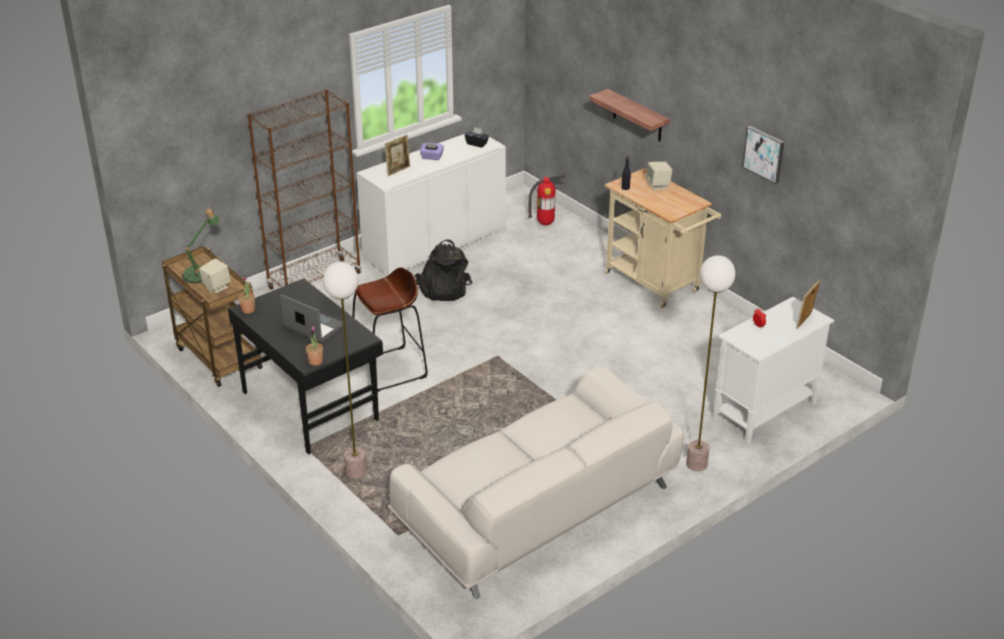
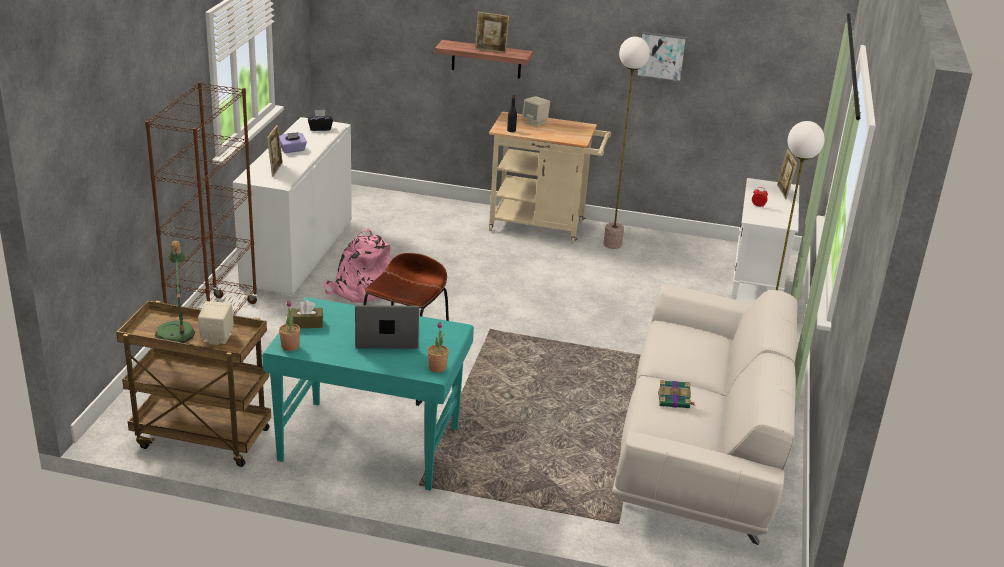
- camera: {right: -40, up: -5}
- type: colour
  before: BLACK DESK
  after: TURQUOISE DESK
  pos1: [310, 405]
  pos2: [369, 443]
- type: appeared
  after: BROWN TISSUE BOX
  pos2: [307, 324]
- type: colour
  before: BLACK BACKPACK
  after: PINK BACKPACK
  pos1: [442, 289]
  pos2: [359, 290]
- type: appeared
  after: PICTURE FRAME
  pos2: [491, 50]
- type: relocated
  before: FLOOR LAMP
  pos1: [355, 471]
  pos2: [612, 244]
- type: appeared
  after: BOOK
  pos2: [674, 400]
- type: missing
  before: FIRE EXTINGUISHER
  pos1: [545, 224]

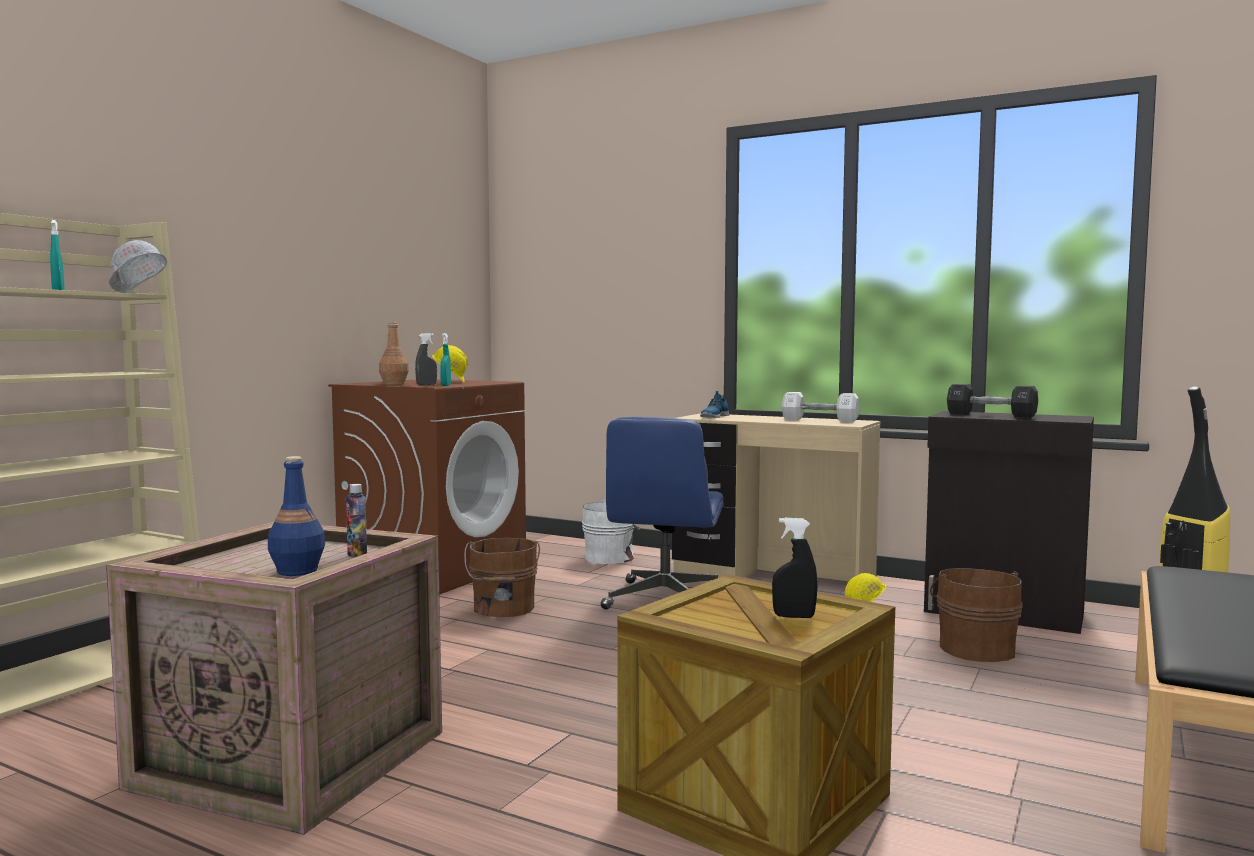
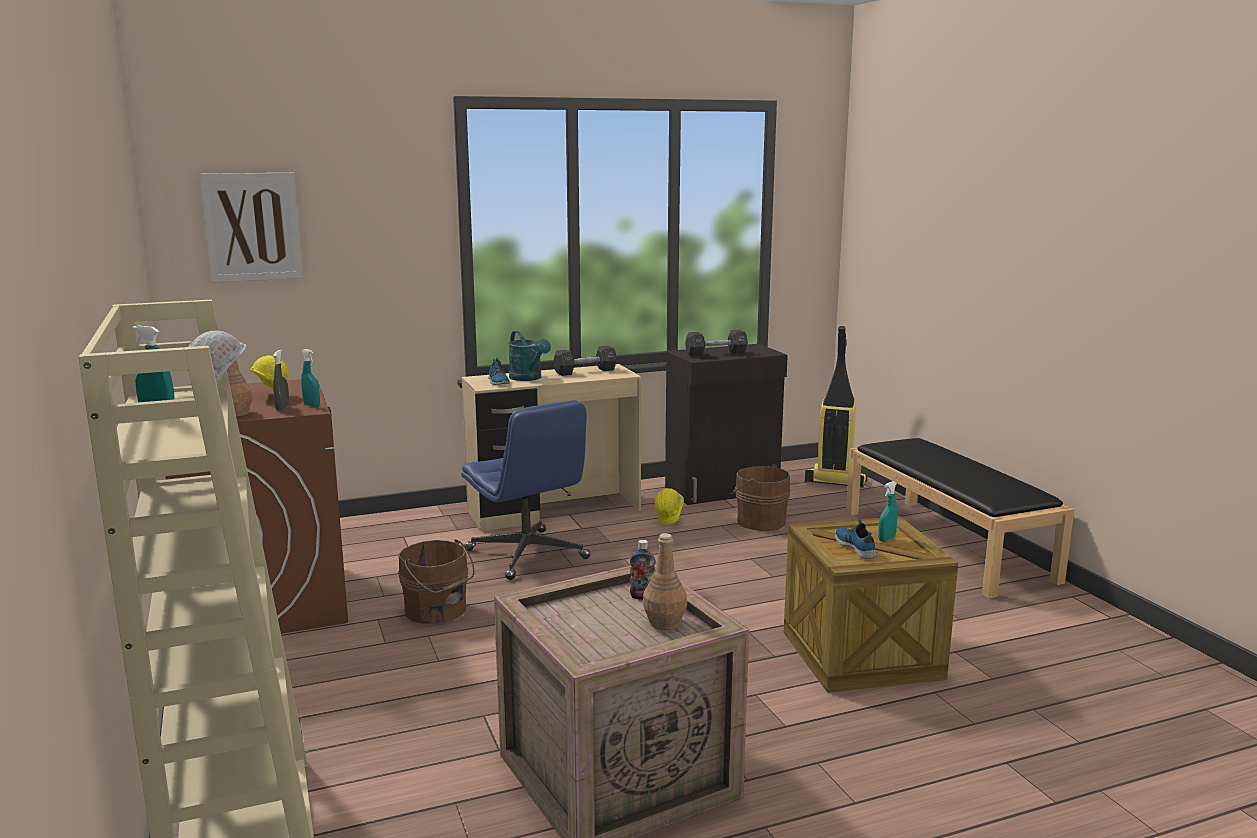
- camera: {right: -50, up: 10}
- type: appeared
  after: PICTURE
  pos2: [253, 227]
- type: appeared
  after: TURQUOISE WATERING CAN
  pos2: [528, 378]
- type: colour
  before: WHITE DUMBBELL
  after: BLACK DUMBBELL
  pos1: [819, 420]
  pos2: [585, 371]
- type: colour
  before: BLUE BOTTLE
  after: BROWN BOTTLE
  pos1: [297, 571]
  pos2: [665, 623]
- type: appeared
  after: SHOE
  pos2: [856, 547]
- type: colour
  before: BLACK SPRAY BOTTLE
  after: TURQUOISE SPRAY BOTTLE
  pos1: [794, 616]
  pos2: [886, 539]
- type: missing
  before: WHITE BUCKET
  pos1: [612, 557]

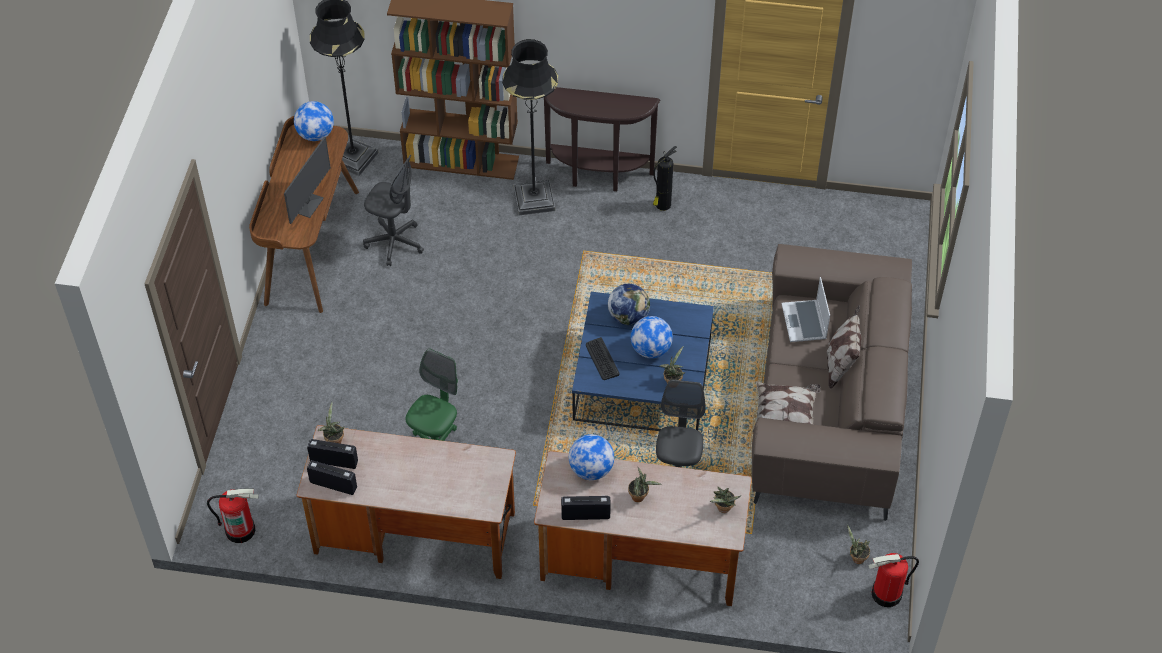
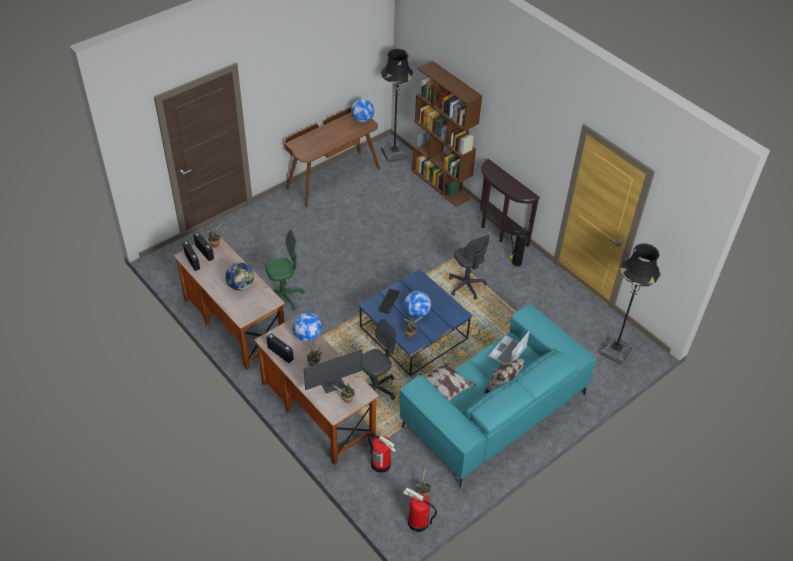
- camera: {right: 40, up: -5}
- type: relocated
  before: GLOBE
  pos1: [628, 317]
  pos2: [241, 285]
- type: relocated
  before: MONITOR
  pos1: [307, 204]
  pos2: [332, 384]
- type: relocated
  before: FIRE EXTINGUISHER
  pos1: [240, 530]
  pos2: [381, 464]
- type: colour
  before: BROWN SOFA
  after: TURQUOISE SOFA
  pos1: [827, 404]
  pos2: [494, 409]
- type: relocated
  before: GREY OFFICE CHAIR
  pos1: [395, 243]
  pos2: [466, 286]
- type: relocated
  before: BLACK FLOOR LAMP
  pos1: [534, 199]
  pos2: [615, 351]

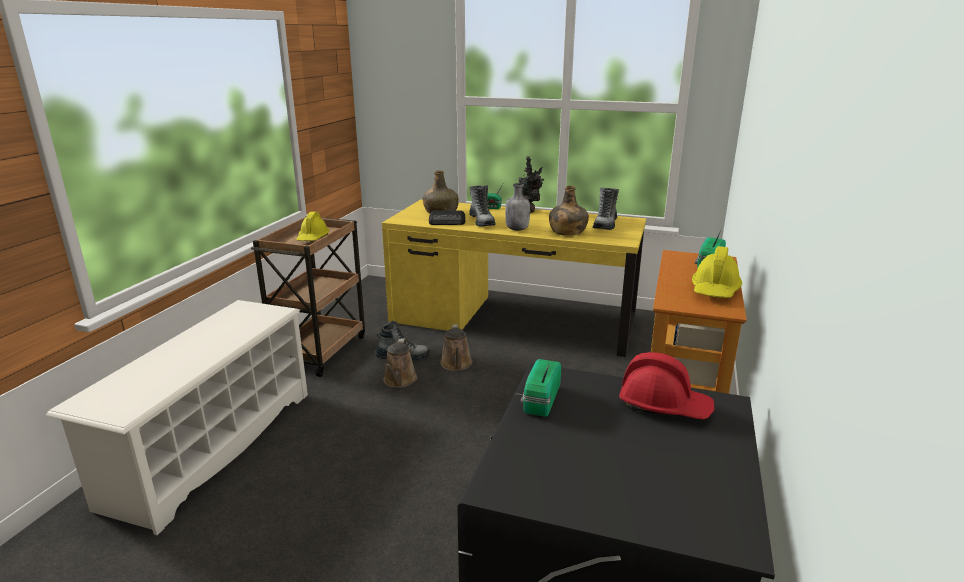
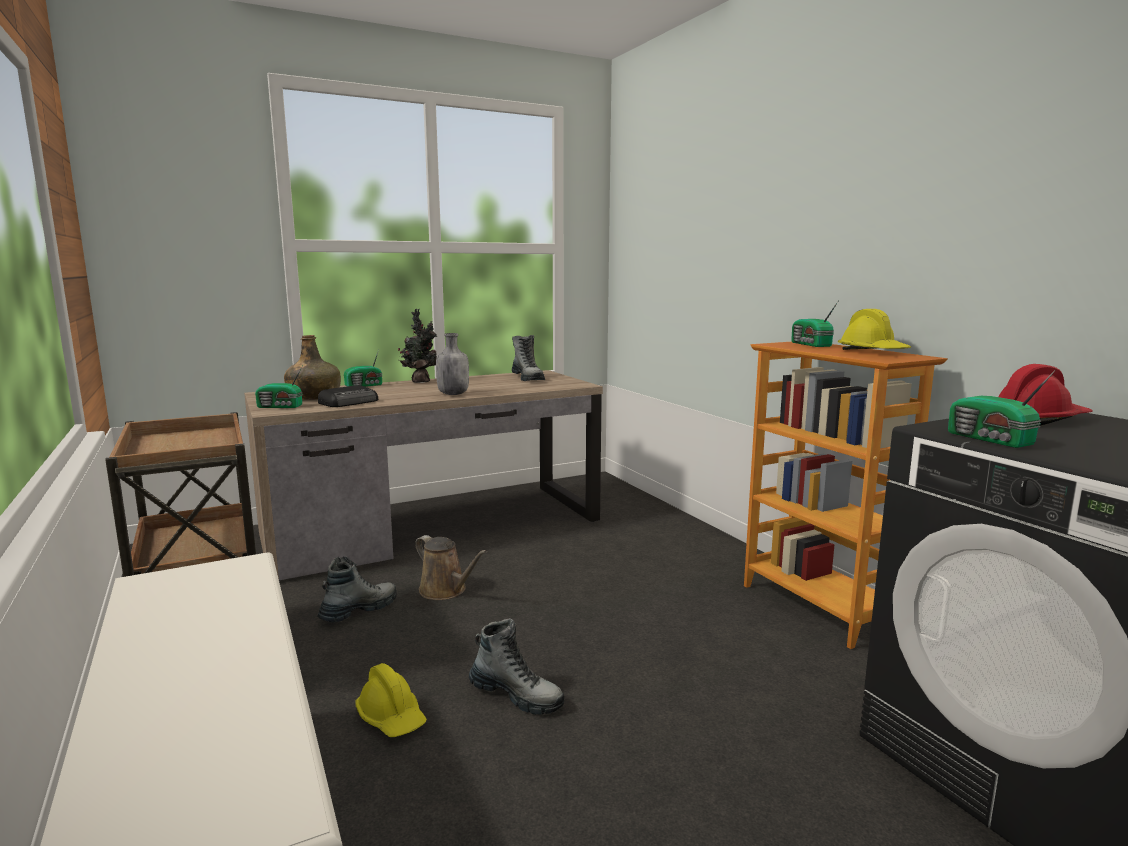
- camera: {right: -45, up: -10}
- type: colour
  before: YELLOW DESK
  after: BROWN DESK
  pos1: [513, 320]
  pos2: [434, 528]
- type: appeared
  after: RADIO
  pos2: [280, 406]
- type: relocated
  before: YELLOW HARD HAT
  pos1: [313, 238]
  pos2: [392, 717]
- type: relocated
  before: BOOT
  pos1: [482, 221]
  pos2: [516, 695]
- type: missing
  before: BROWN WATERING CAN
  pos1: [399, 381]
- type: missing
  before: GREEN BOTTLE
  pos1: [567, 232]

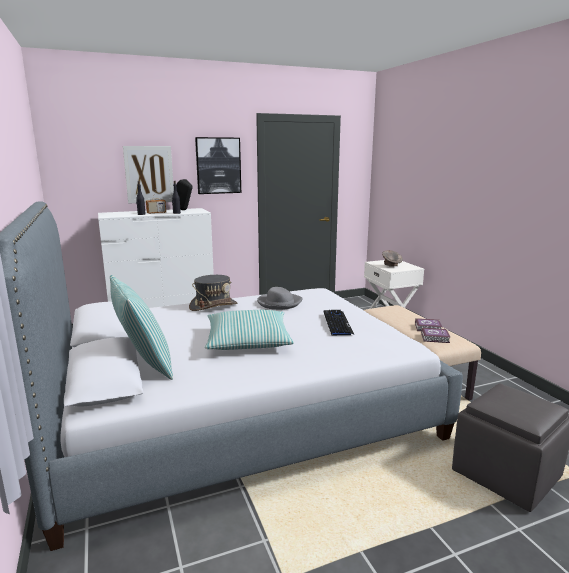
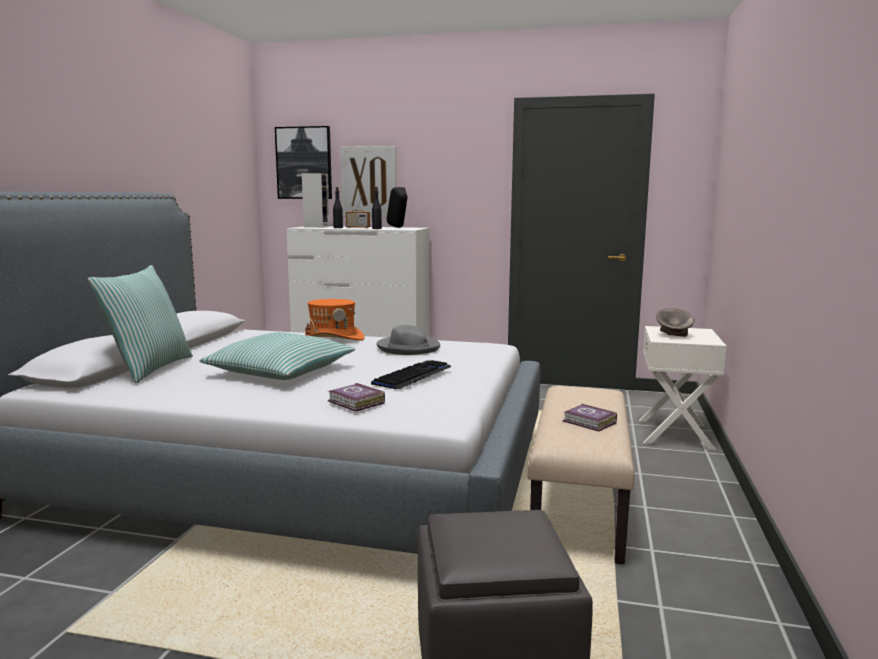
- camera: {right: 35, up: -5}
- type: relocated
  before: PICTURE
  pos1: [218, 165]
  pos2: [304, 163]
- type: appeared
  after: SPEAKER
  pos2: [316, 227]
- type: colour
  before: GREY HAT
  after: ORANGE HAT
  pos1: [213, 306]
  pos2: [332, 338]
- type: relocated
  before: BOOK
  pos1: [436, 338]
  pos2: [356, 402]

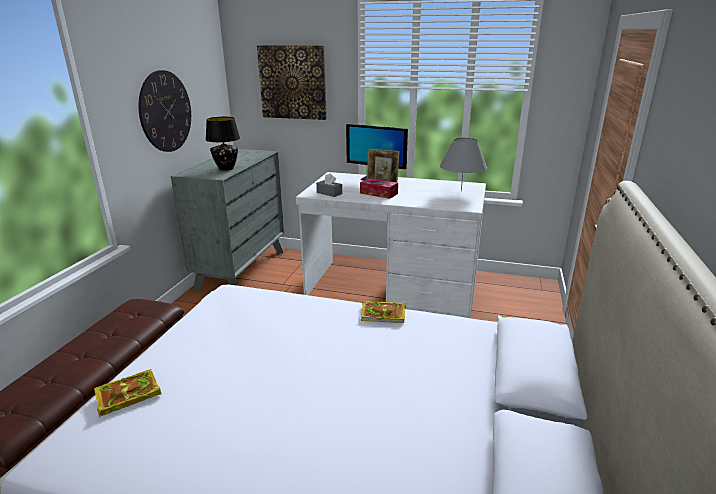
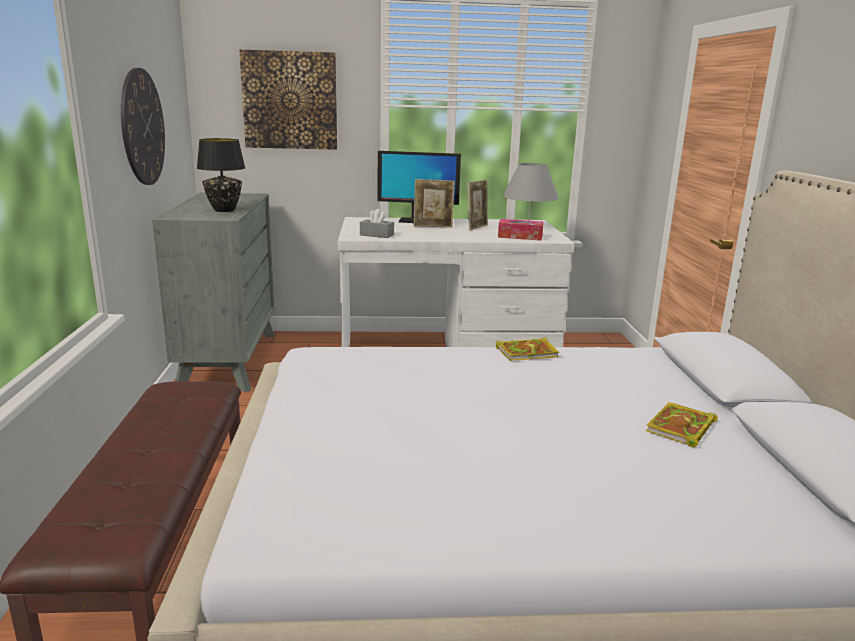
- camera: {right: -20, up: -5}
- type: appeared
  after: PICTURE FRAME
  pos2: [477, 227]
- type: relocated
  before: TISSUE BOX
  pos1: [378, 193]
  pos2: [520, 236]
- type: relocated
  before: BOOK
  pos1: [126, 396]
  pos2: [681, 429]

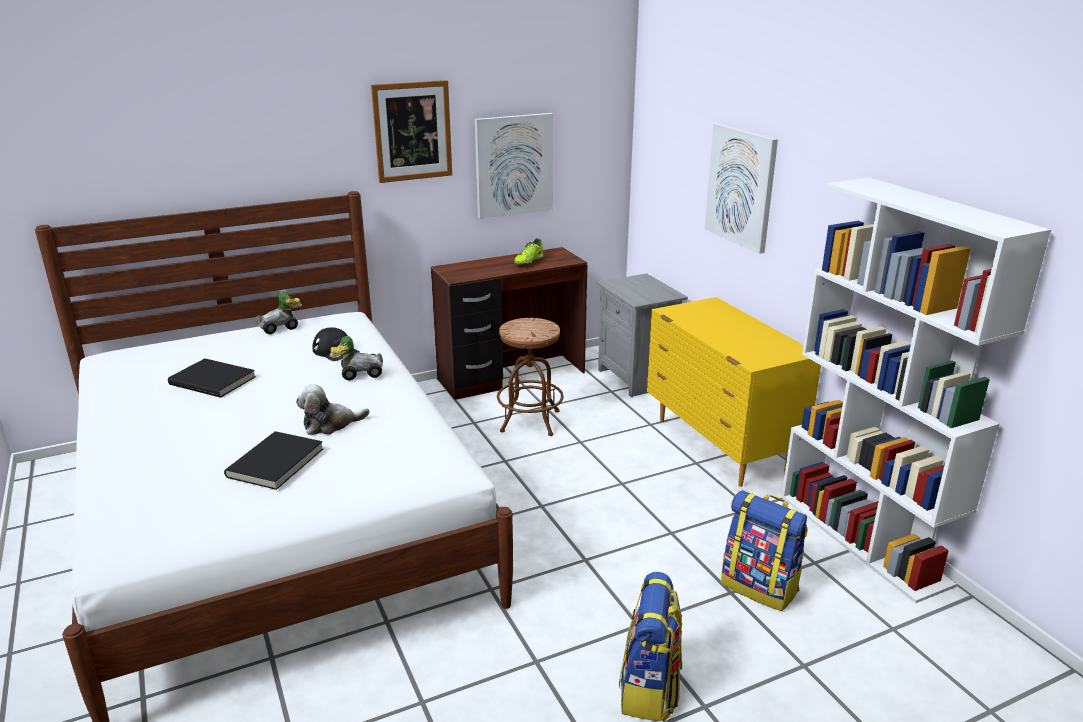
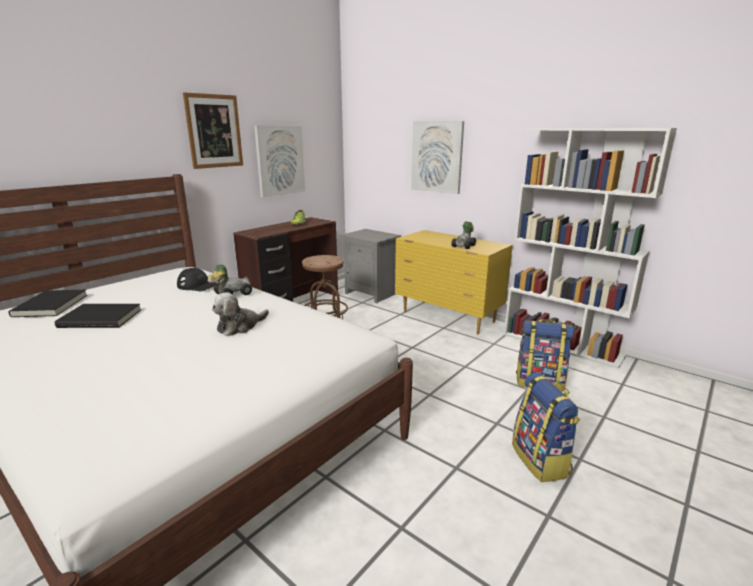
- camera: {right: -25, up: -5}
- type: relocated
  before: BLACK BOOK
  pos1: [277, 463]
  pos2: [52, 305]
- type: relocated
  before: TOY CAR
  pos1: [280, 327]
  pos2: [464, 246]

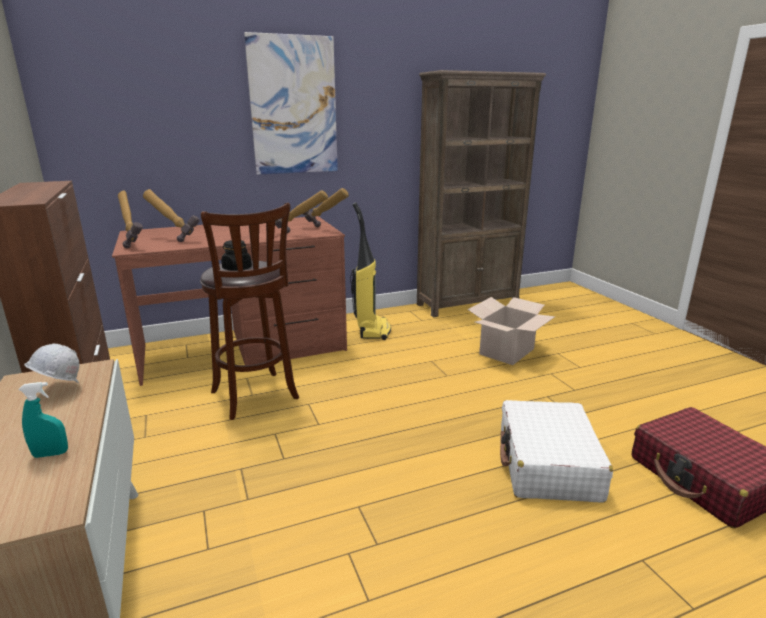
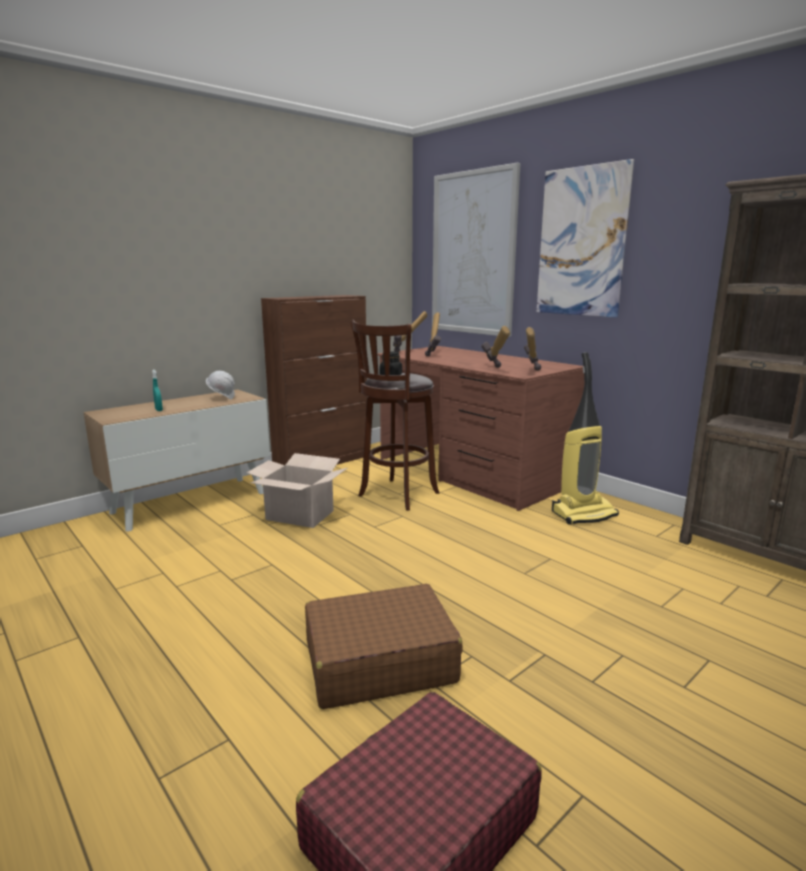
- camera: {right: 70, up: -5}
- type: relocated
  before: CARDBOARD BOX
  pos1: [506, 351]
  pos2: [300, 515]
- type: colour
  before: WHITE SUITCASE
  after: BROWN SUITCASE
  pos1: [547, 464]
  pos2: [379, 661]
- type: appeared
  after: PICTURE
  pos2: [473, 254]

